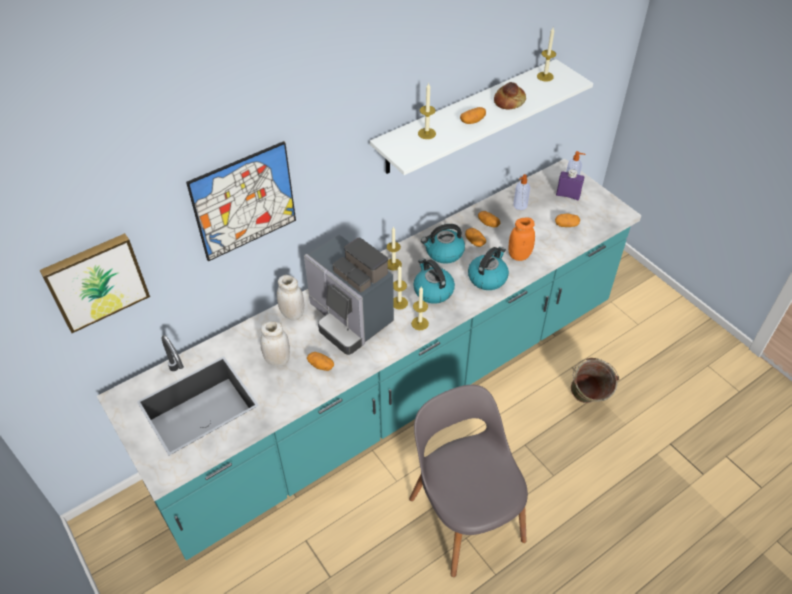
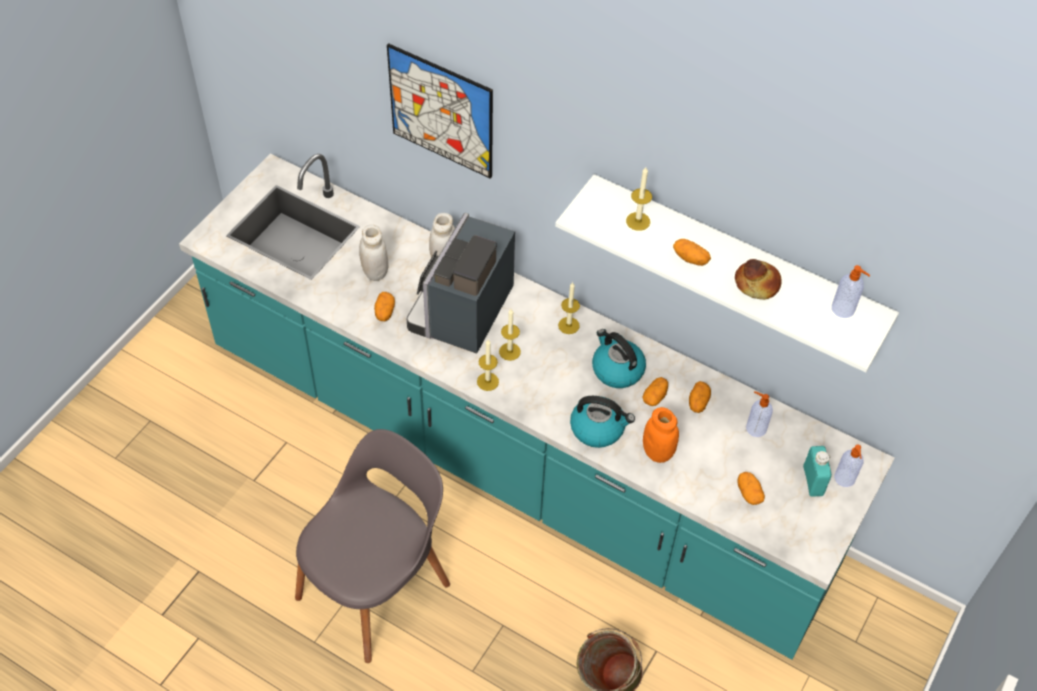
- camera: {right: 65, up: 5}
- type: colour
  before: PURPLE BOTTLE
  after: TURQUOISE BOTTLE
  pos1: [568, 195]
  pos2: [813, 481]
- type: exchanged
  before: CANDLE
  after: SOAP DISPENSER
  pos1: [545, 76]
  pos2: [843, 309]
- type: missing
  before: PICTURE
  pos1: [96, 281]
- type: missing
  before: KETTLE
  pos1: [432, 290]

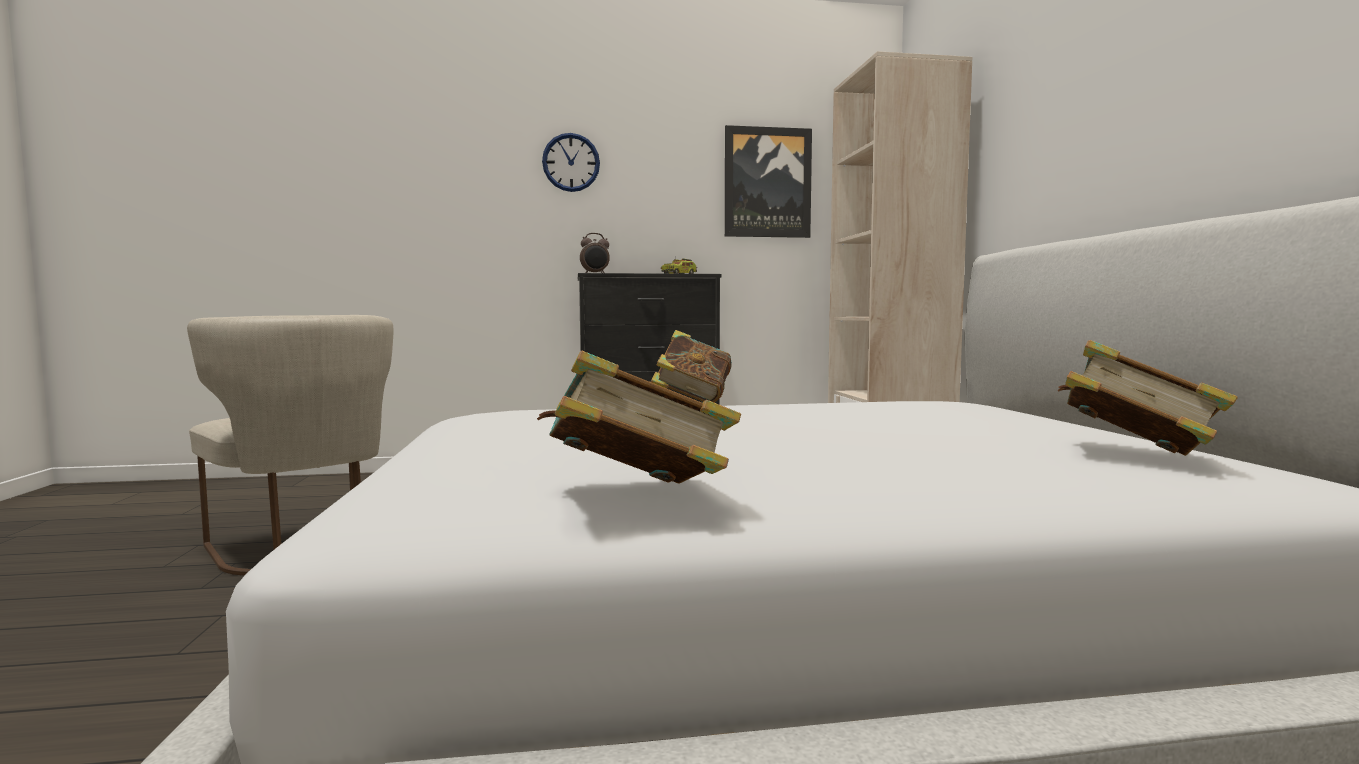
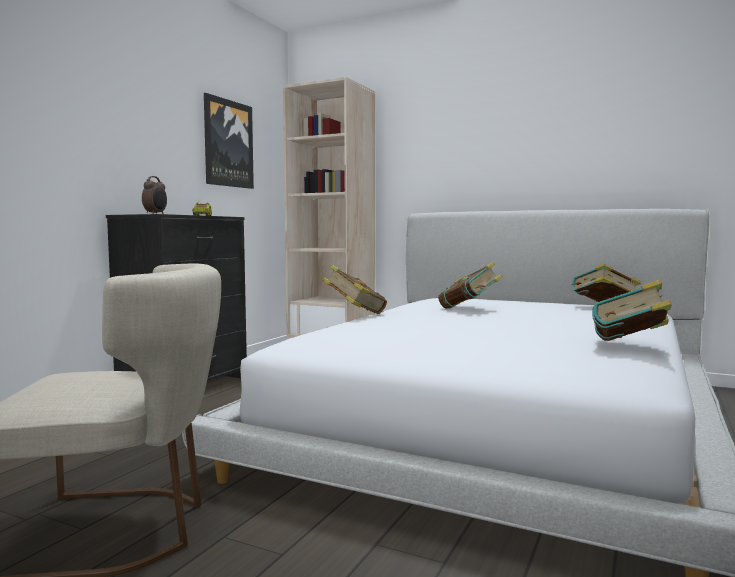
- camera: {right: -55, up: 0}
- type: appeared
  after: BOOK
  pos2: [469, 309]
- type: missing
  before: WALL CLOCK
  pos1: [571, 162]

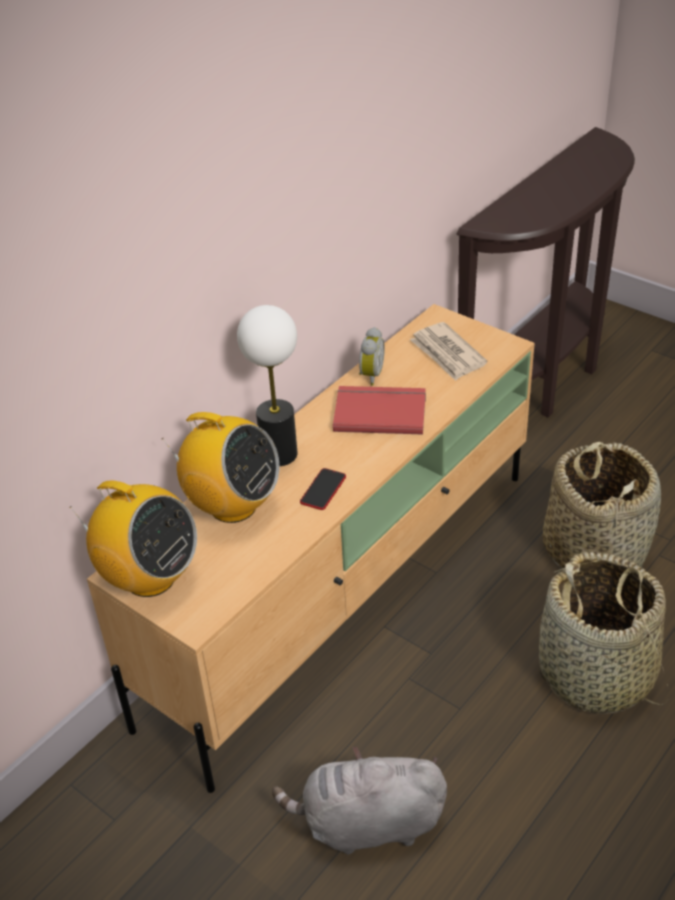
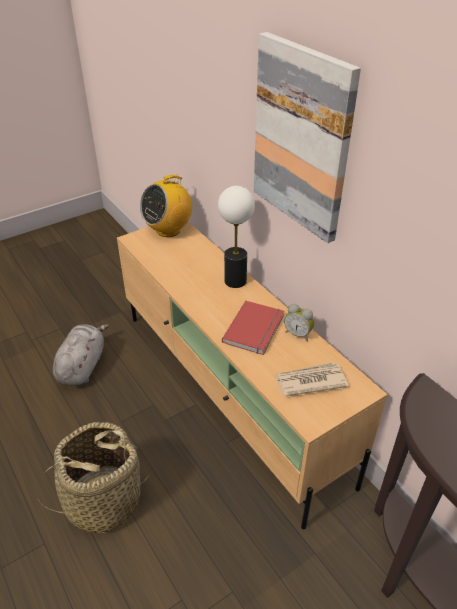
- camera: {right: 105, up: 0}
- type: appeared
  after: PICTURE
  pos2: [302, 139]
- type: missing
  before: RADIO
  pos1: [232, 506]
- type: missing
  before: PHONE
  pos1: [323, 490]
- type: missing
  before: BASKET
  pos1: [594, 549]

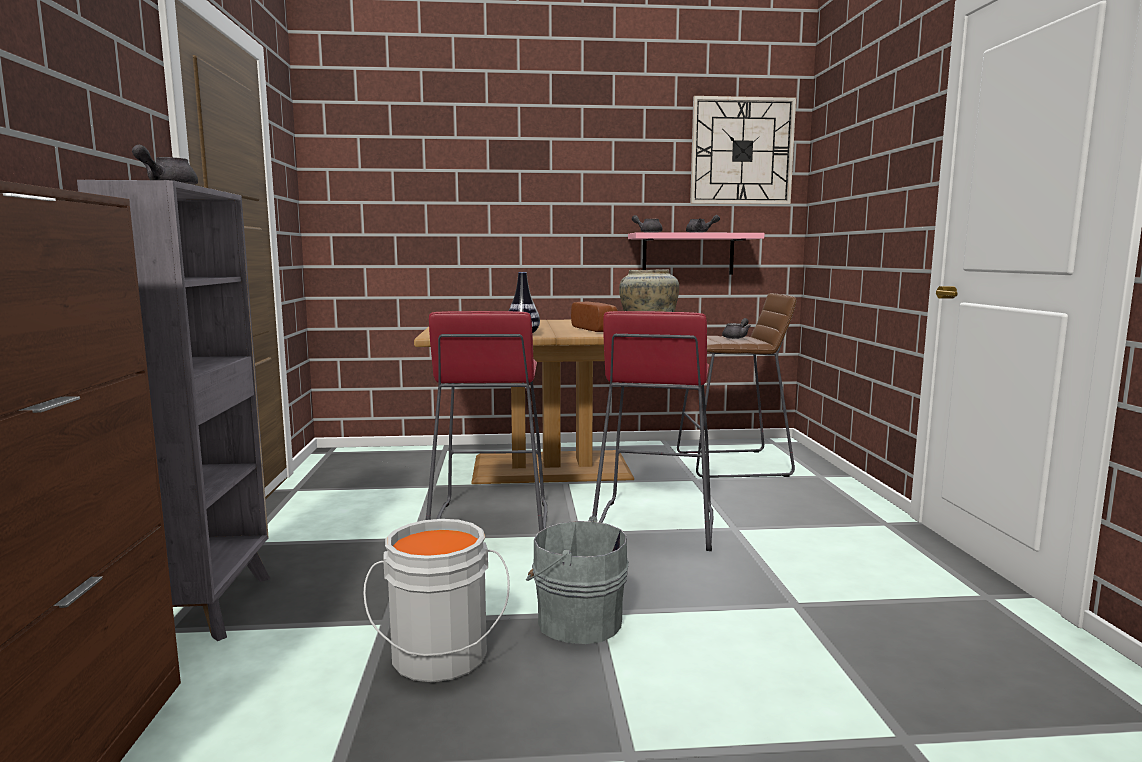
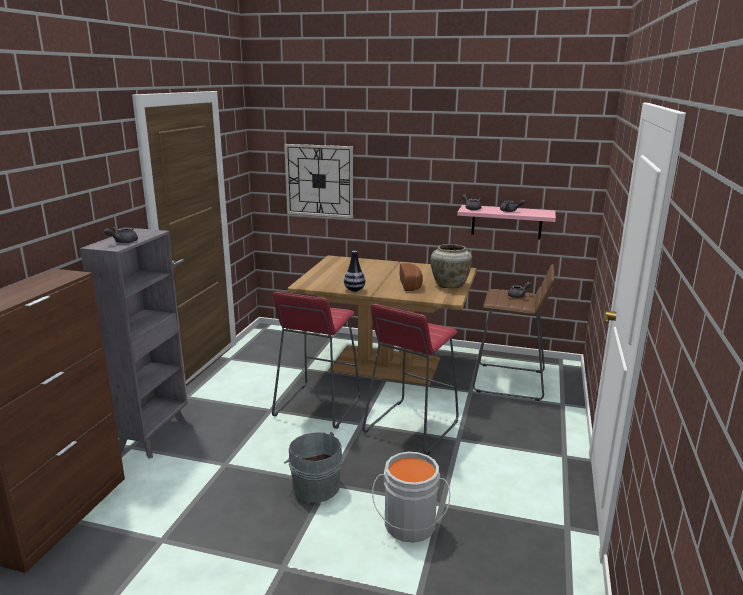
- camera: {right: 20, up: 10}
- type: relocated
  before: WALL CLOCK
  pos1: [741, 151]
  pos2: [319, 180]
- type: relocated
  before: GREY BUCKET
  pos1: [439, 658]
  pos2: [409, 526]

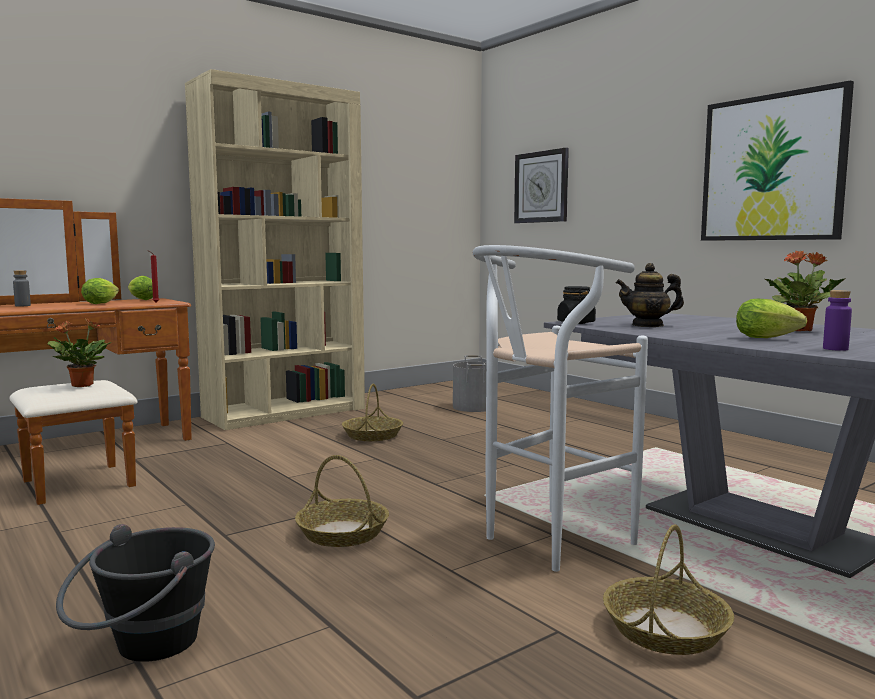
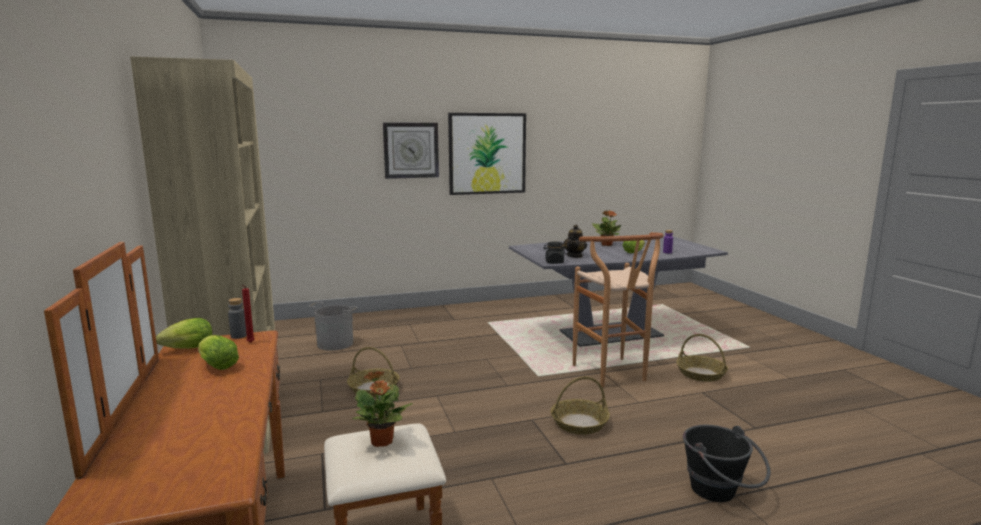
- camera: {right: -70, up: 5}
- type: relocated
  before: GREY BOTTLE
  pos1: [22, 305]
  pos2: [238, 336]
- type: relocated
  before: WALL CLOCK
  pos1: [541, 187]
  pos2: [411, 150]
- type: colour
  before: WHITE STOOL
  after: BROWN STOOL
  pos1: [547, 544]
  pos2: [613, 376]

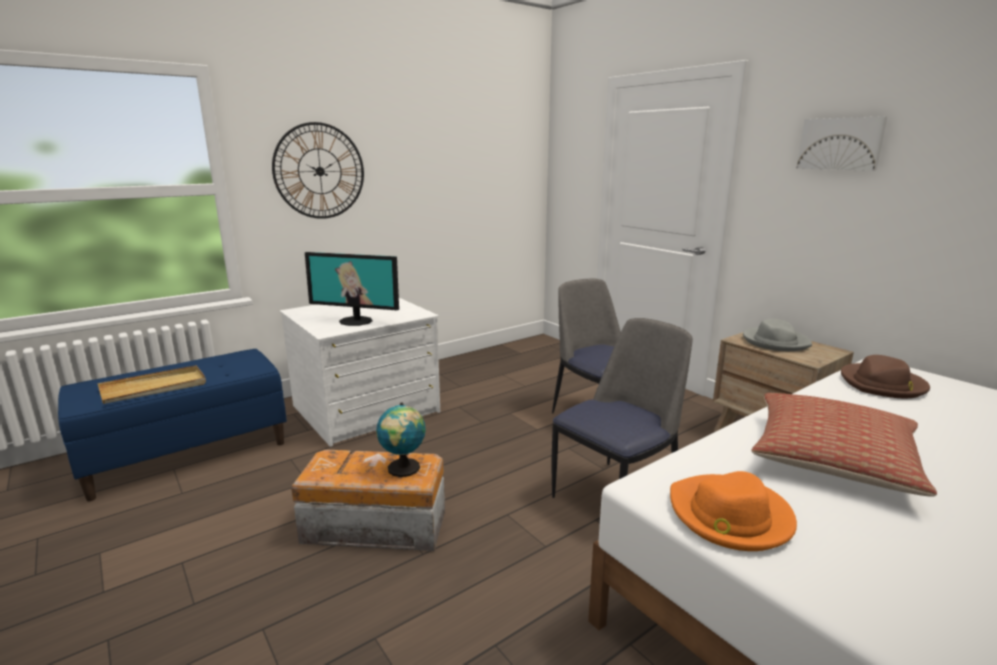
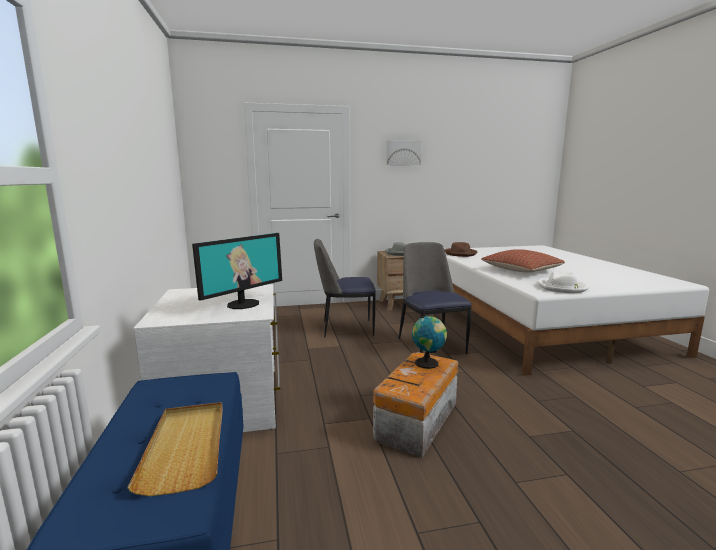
- camera: {right: -65, up: -5}
- type: colour
  before: ORANGE HAT
  after: WHITE HAT
  pos1: [729, 516]
  pos2: [562, 287]
- type: missing
  before: WALL CLOCK
  pos1: [319, 171]

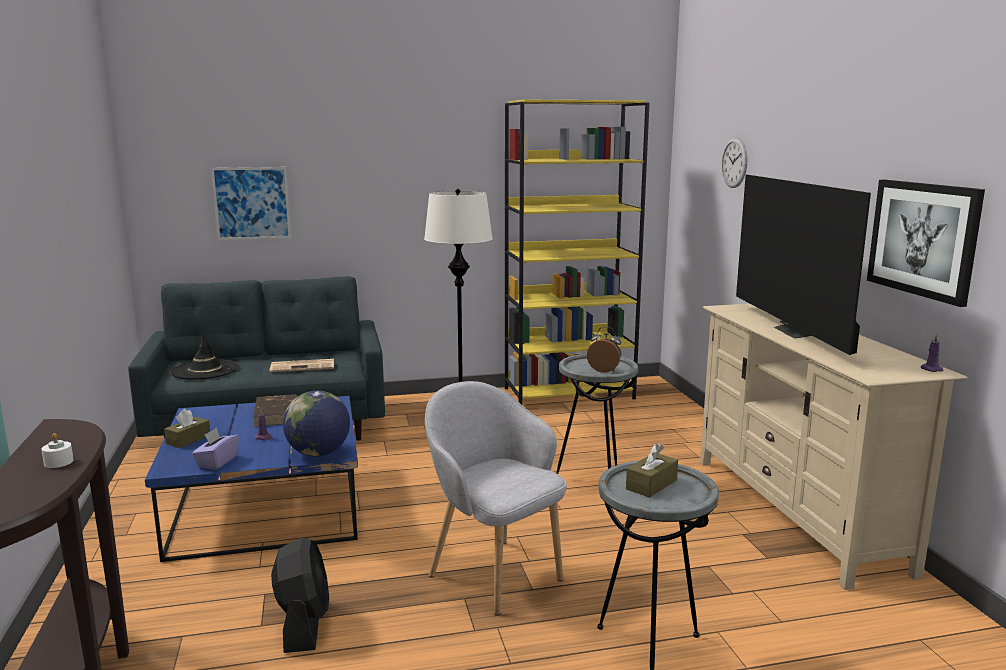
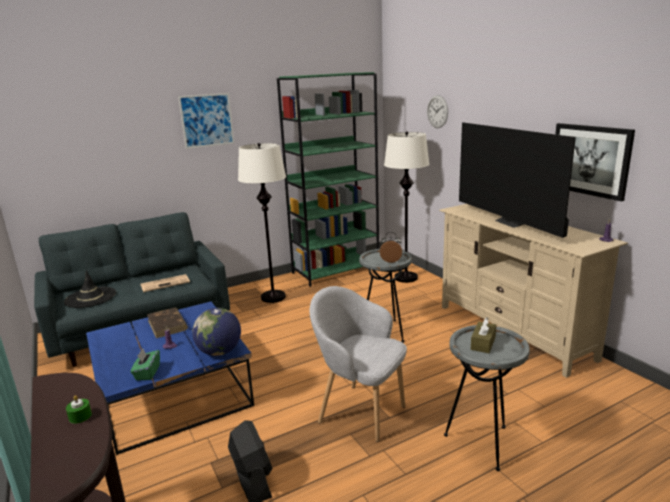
- camera: {right: -15, up: 5}
- type: colour
  before: WHITE CANDLE
  after: GREEN CANDLE
  pos1: [58, 462]
  pos2: [80, 416]
- type: colour
  before: PURPLE TISSUE BOX
  after: GREEN TISSUE BOX
  pos1: [217, 462]
  pos2: [147, 373]
- type: relocated
  before: PICTURE
  pos1: [252, 203]
  pos2: [207, 120]
- type: colour
  before: YELLOW BOOKCASE
  after: GREEN BOOKCASE
  pos1: [569, 393]
  pos2: [336, 270]
- type: appeared
  after: WHITE FLOOR LAMP
  pos2: [406, 277]
- type: missing
  before: BROWN TISSUE BOX
  pos1: [188, 439]

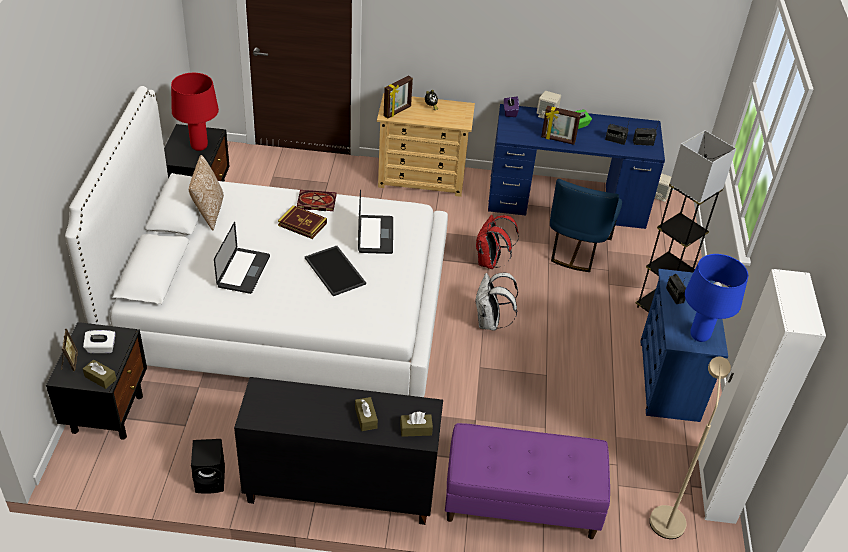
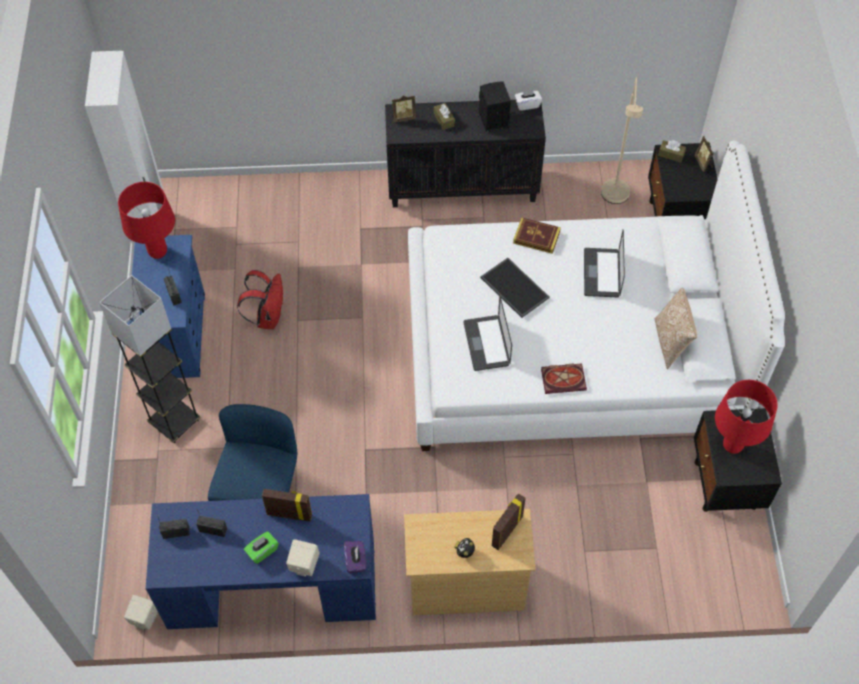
- camera: {right: 175, up: 15}
- type: colour
  before: BLUE TABLE LAMP
  after: RED TABLE LAMP
  pos1: [699, 336]
  pos2: [158, 252]
- type: relocated
  before: RED BACKPACK
  pos1: [490, 262]
  pos2: [268, 317]
- type: exchanged
  before: BROWN TISSUE BOX
  after: PICTURE FRAME
  pos1: [416, 429]
  pos2: [403, 117]
- type: relocated
  before: BLACK SPEAKER
  pos1: [211, 480]
  pos2: [492, 120]
- type: relocated
  before: BOOK
  pos1: [302, 224]
  pos2: [536, 237]
- type: relocated
  before: WHITE TISSUE BOX
  pos1: [101, 348]
  pos2: [527, 104]
- type: relocated
  before: BEIGE FLOOR LAMP
  pos1: [668, 515]
  pos2: [614, 199]
- type: missing
  before: PURPLE BENCH
  pos1: [520, 503]
- type: missing
  before: WHITE BACKPACK
  pos1: [490, 322]

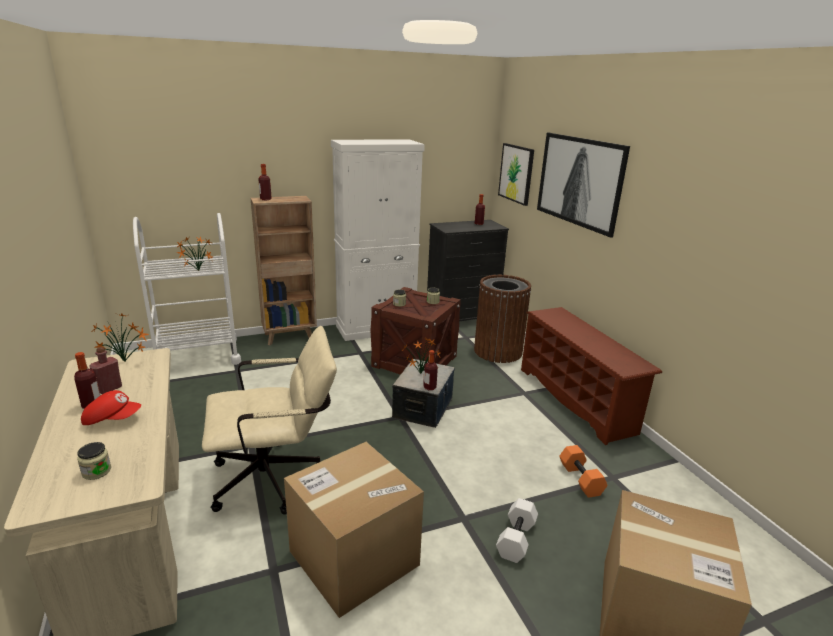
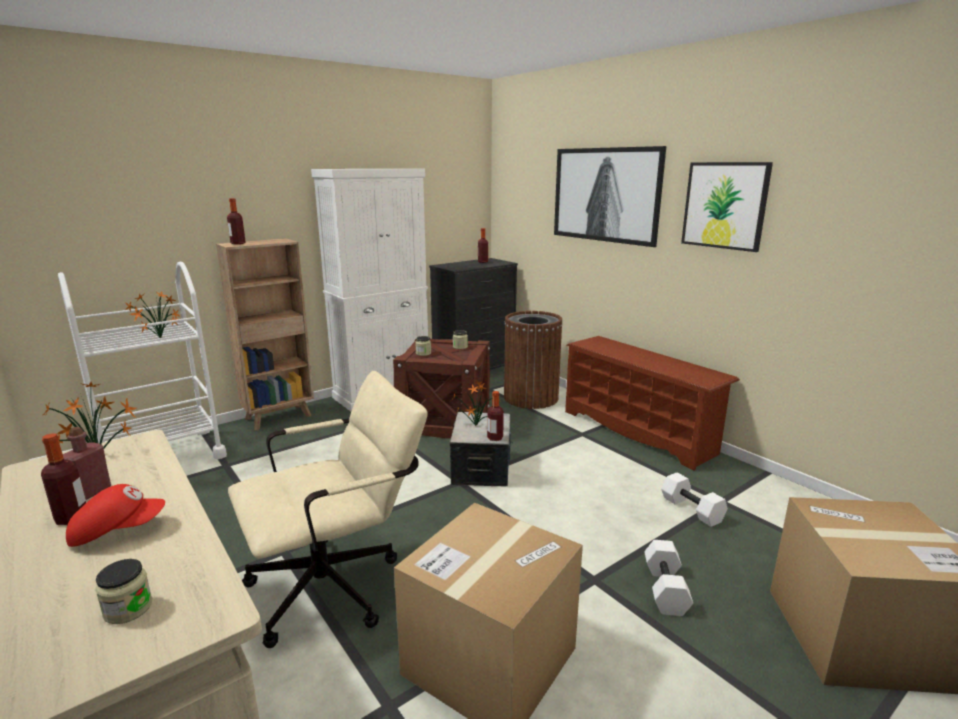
- camera: {right: -15, up: -5}
- type: colour
  before: ORANGE DUMBBELL
  after: WHITE DUMBBELL
  pos1: [579, 479]
  pos2: [690, 509]
- type: relocated
  before: PICTURE
  pos1: [516, 173]
  pos2: [725, 205]

